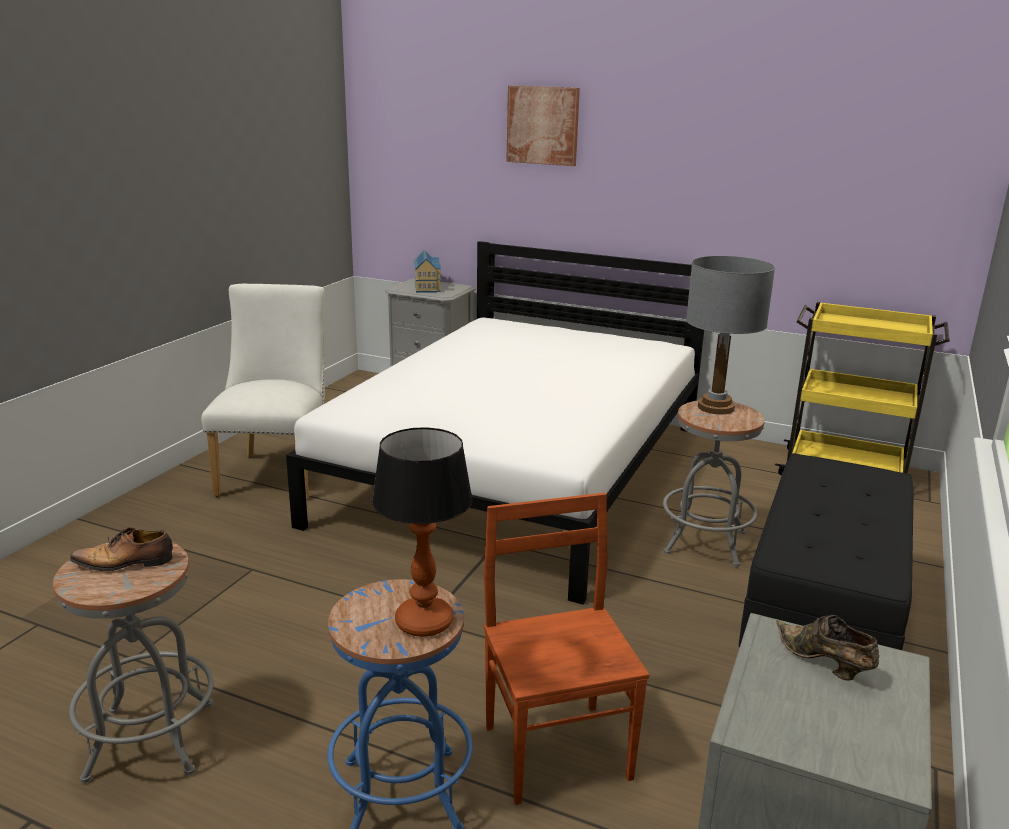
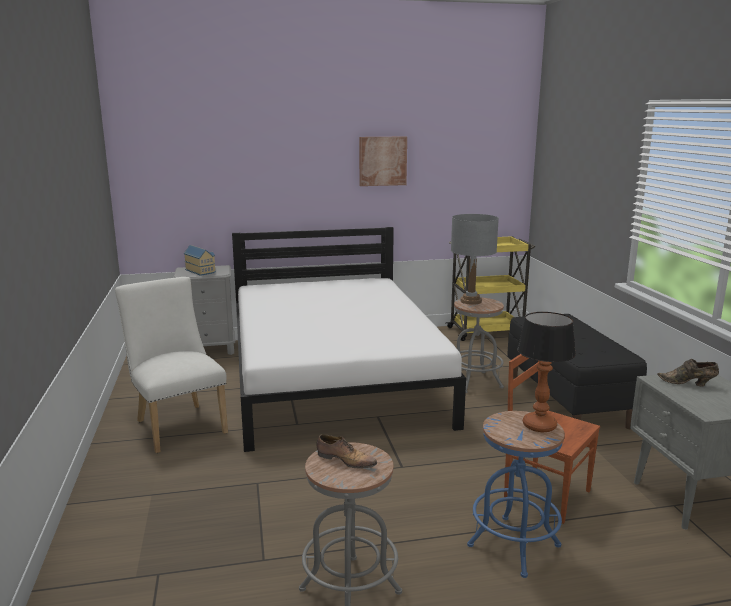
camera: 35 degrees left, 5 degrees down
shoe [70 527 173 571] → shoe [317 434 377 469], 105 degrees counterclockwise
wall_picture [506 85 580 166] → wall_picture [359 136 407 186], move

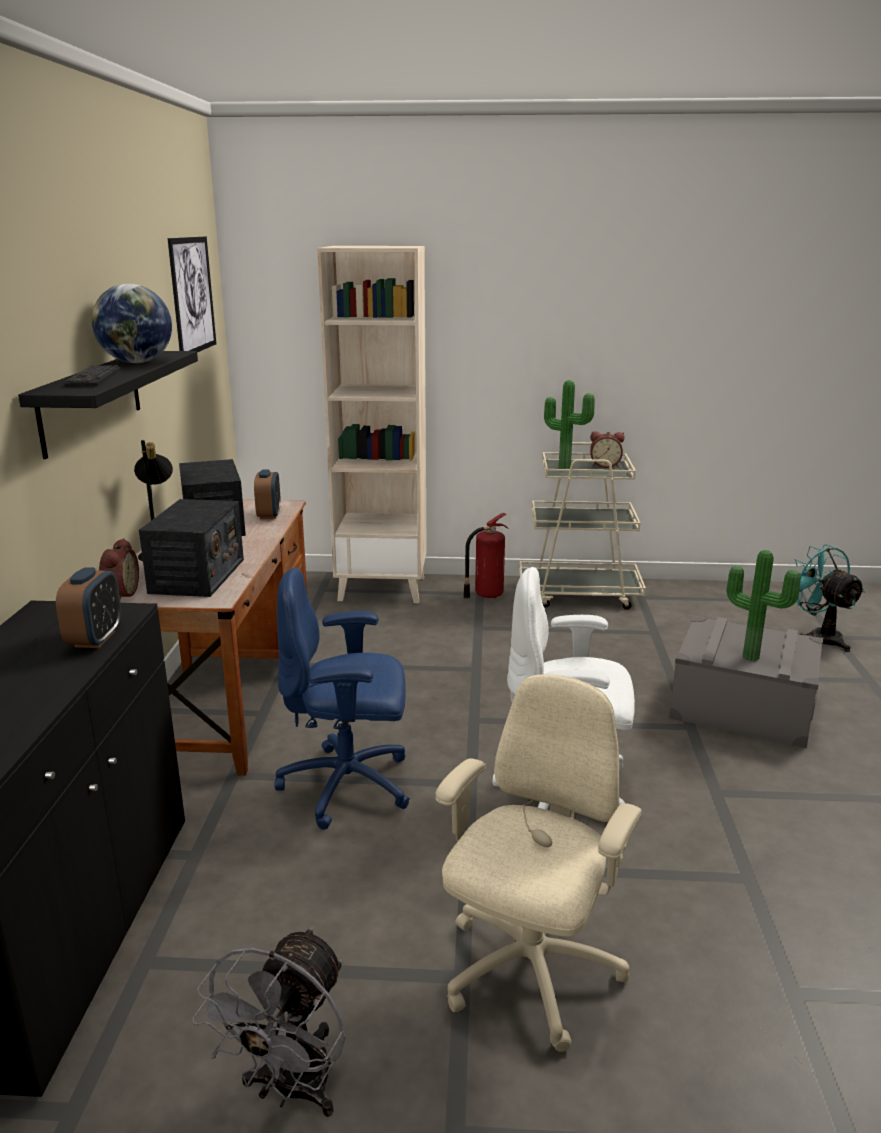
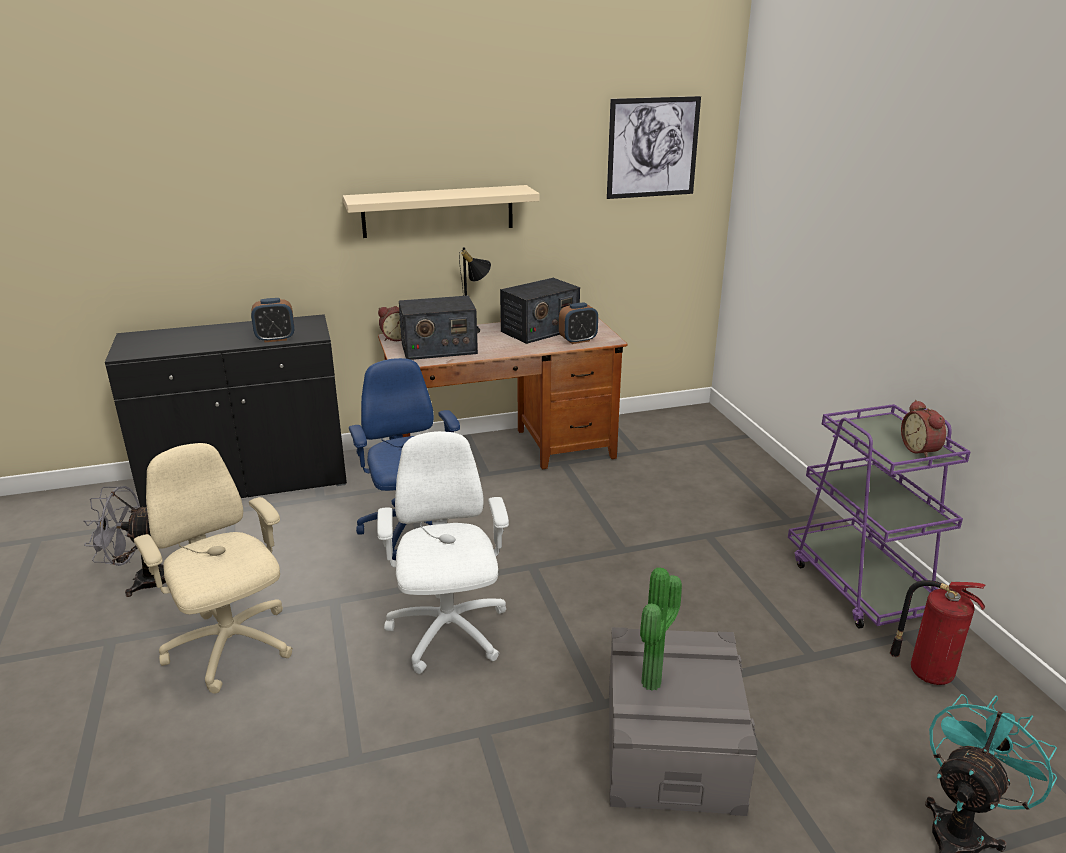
camera: 70 degrees right, 5 degrees up
black-coloured_shelf [18 351 198 459] → sand-coloured_shelf [343 185 540 238]
keyboard [63 365 121 387] → -
globe [92 284 172 363] → -
sand-coloured_shelving_unit [317 246 427 603] → -
sand-coloured_desk_chair [435 674 642 1052] → sand-coloured_desk_chair [134 443 293 694], 135 degrees counterclockwise
fire-fighting_cylinder [463 513 509 599] → fire-fighting_cylinder [890 580 985 685], move
sand-coloured_wheeled_cart [519 442 646 609] → purplish_wheeled_cart [788 404 971 629]
plant_in_a_pot [544 380 595 469] → -

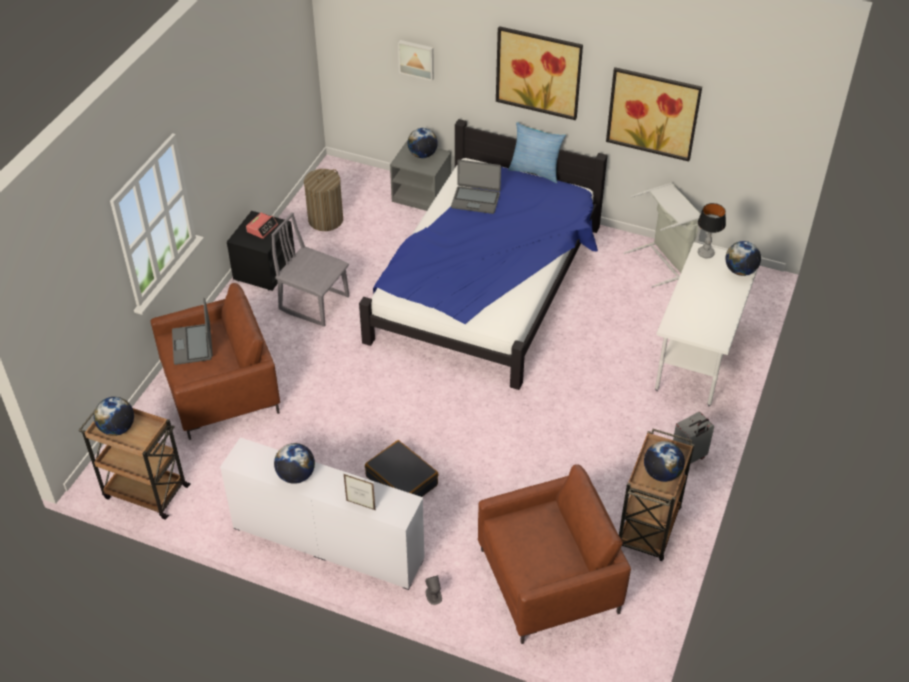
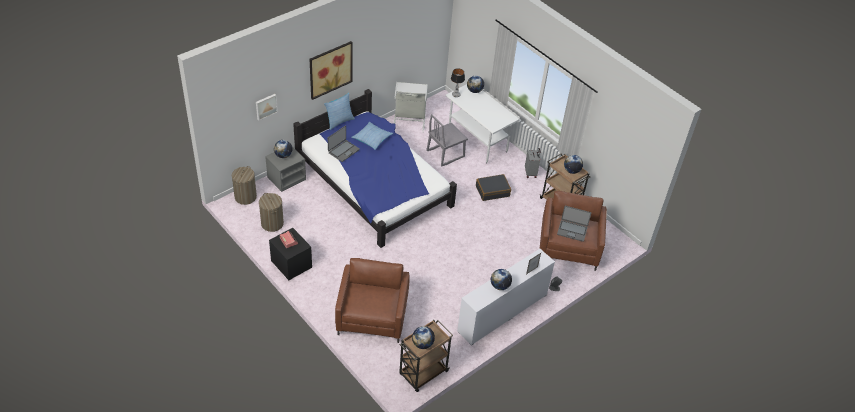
camera: 65 degrees left, 0 degrees up
notebook_computer [172 298 213 365] → notebook_computer [557 206 591 242], move
greyish_upright_chair [271 212 349 327] → greyish_upright_chair [426 114 468 166], move
black-coloured_travel_case [365 440 439 497] → black-coloured_travel_case [476 174 511 201], move
wall_picture [606 67 702 161] → -
- → washing_basket [232 166 257 205]
- → throw_pillow [351 121 393 150]

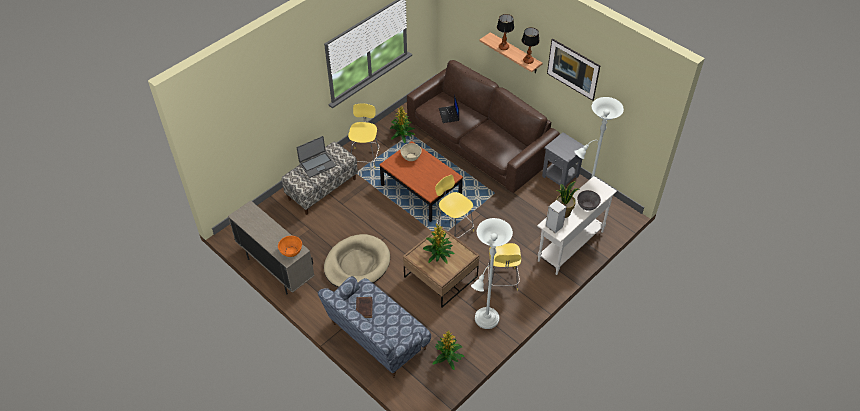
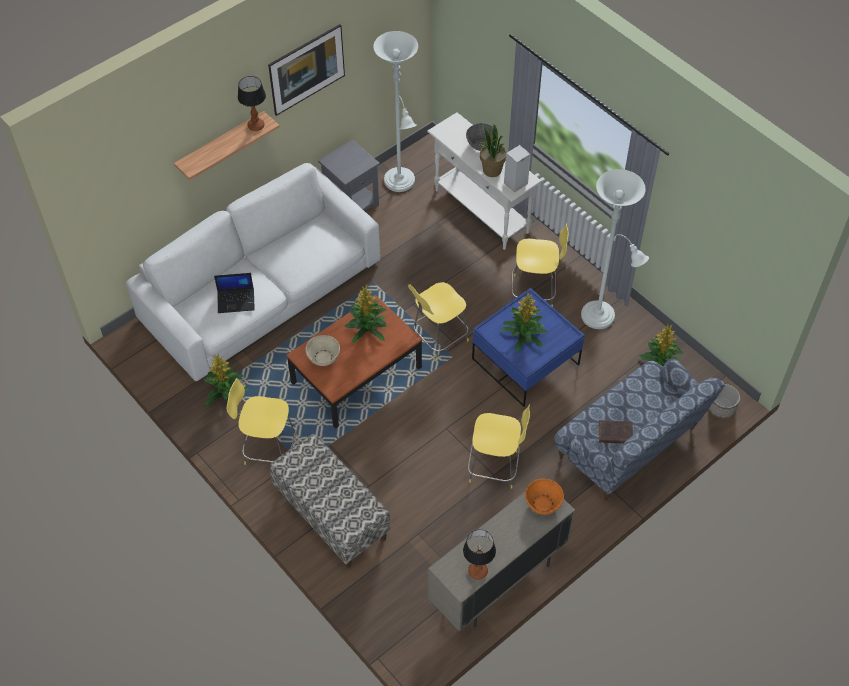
camera: 85 degrees left, 5 degrees up
notebook_computer [297 136 336 178] → -
sand-coloured_dog_cushion [324 234 390 287] → yellow_stool [468 404 530 489]
brown_lounge_table [403 227 479 308] → bluish_lounge_table [472 288 585 407]
brown_settee [407 60 560 193] → white-coloured_settee [126 163 381 381]
lamp_for_a_table [497 14 514 50] → lamp_for_a_table [463 530 496 580], move
- → plant_in_a_pot [344 285 387 343]
- → flower_pot [709 384 740 419]

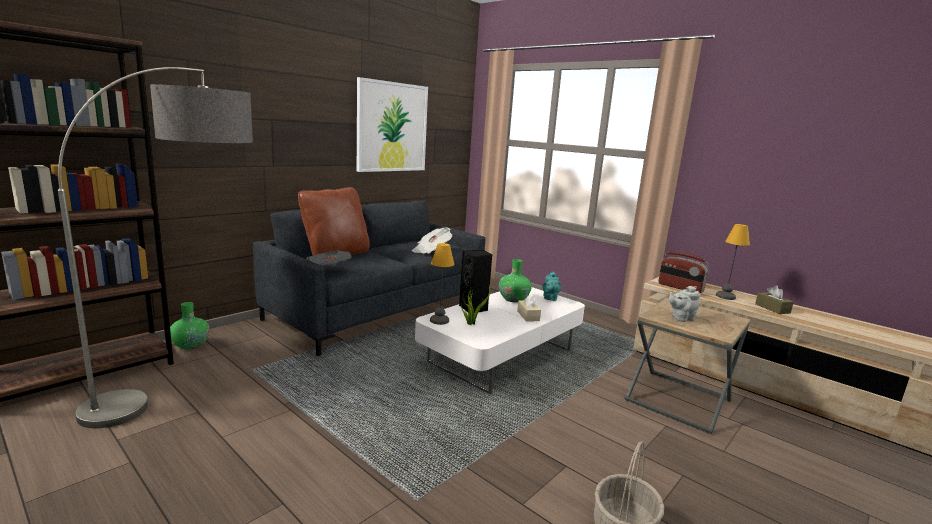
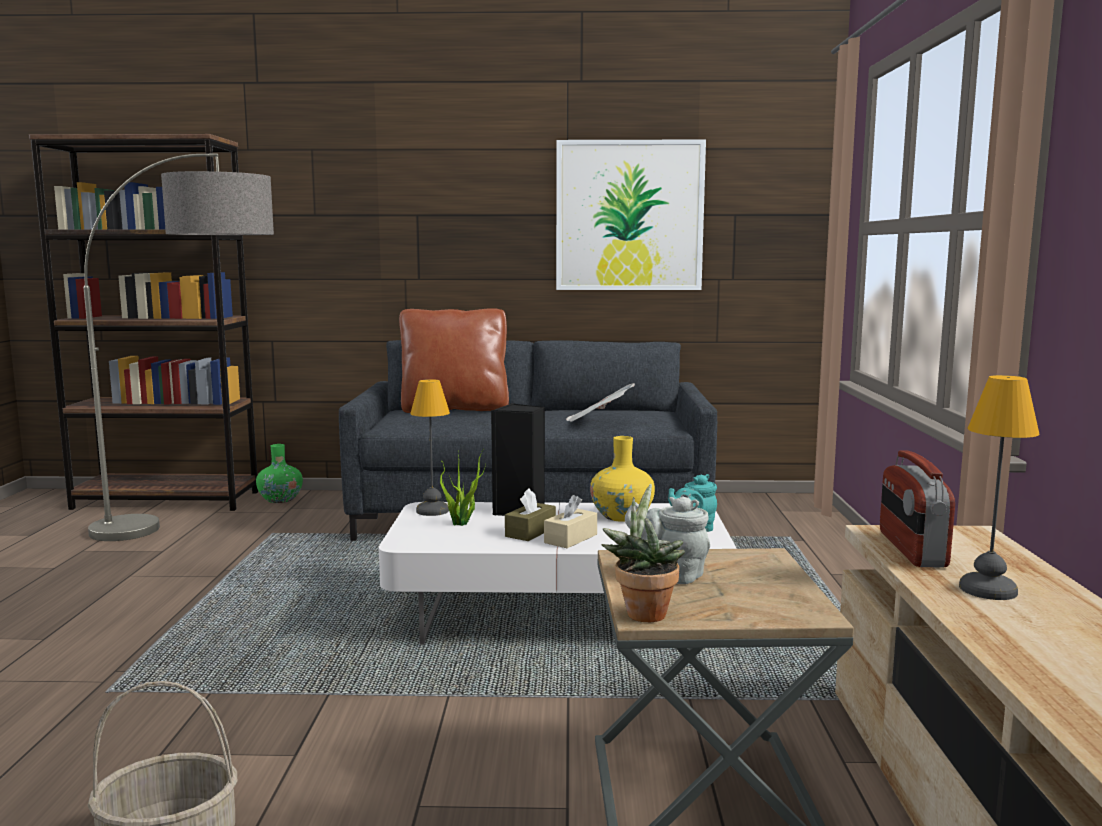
camera: 50 degrees right, 5 degrees down
daily_paper [306 251 352 265] → -
green-coloured_vase [499 259 532 303] → yellow_vase [590 436 655 522]
brown_tissue_holder [755 286 794 314] → brown_tissue_holder [505 488 556 541], move
- → plant_in_a_pot [602 484 685 623]

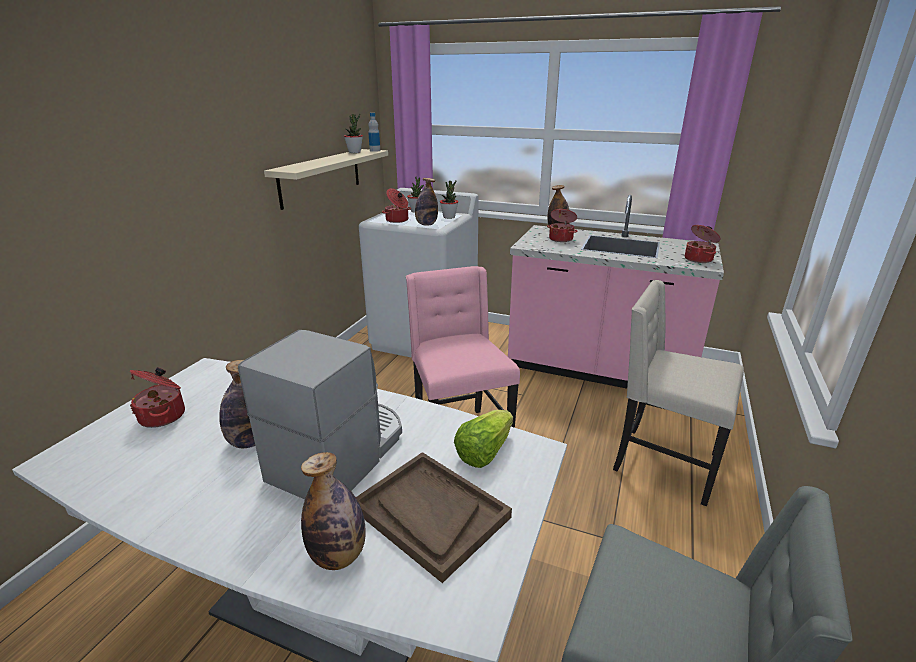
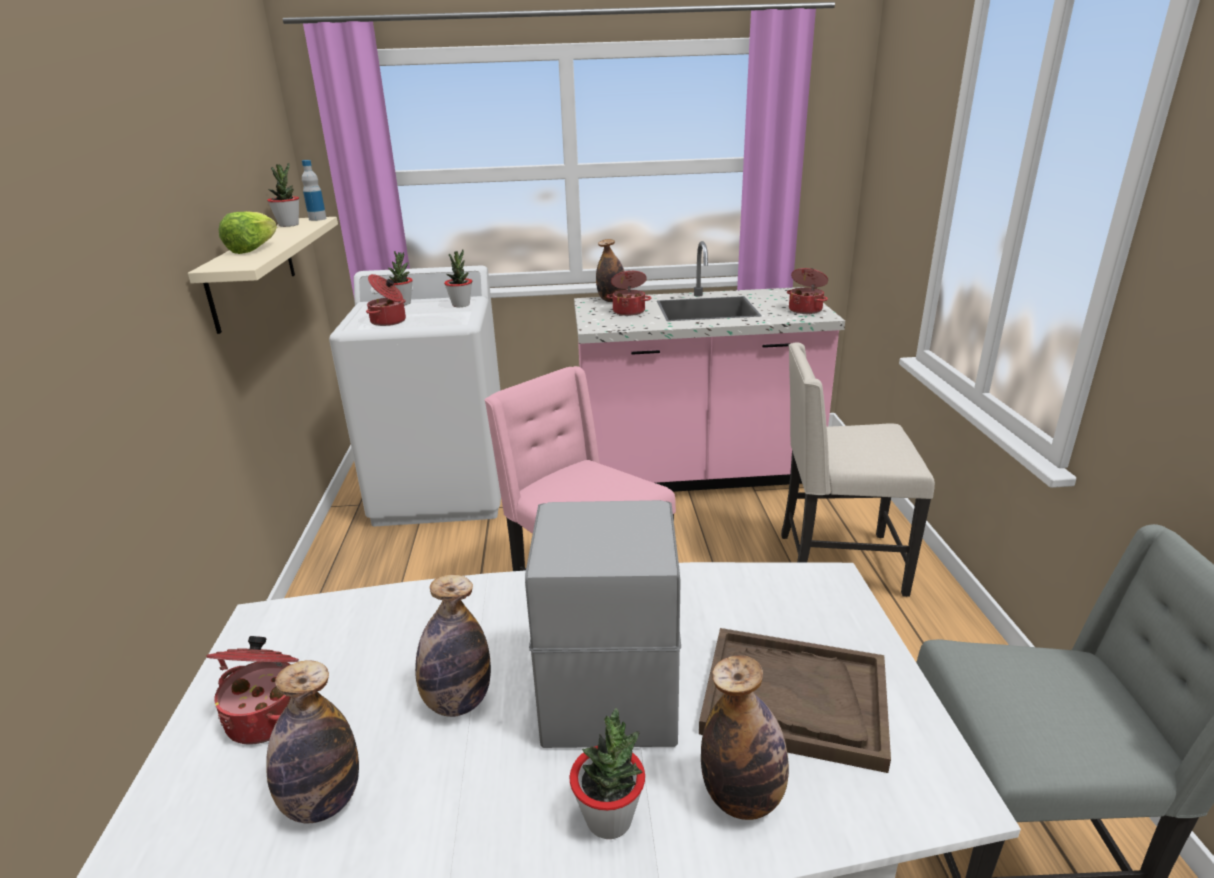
camera: 25 degrees left, 0 degrees up
bottle [415 178 438 226] → bottle [266 660 359 823], move
head_of_lettuce [454 410 513 468] → head_of_lettuce [219 211 277 254], move
- → plant_in_a_pot [570 708 645 839]

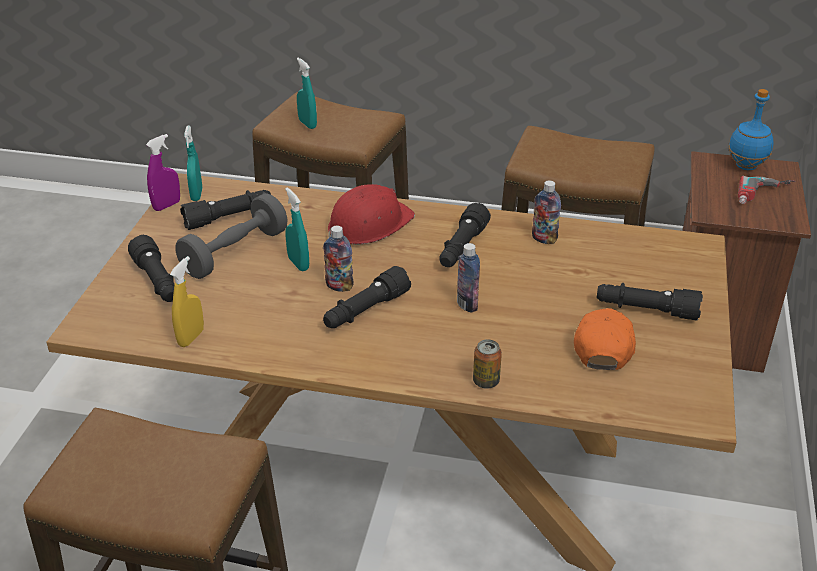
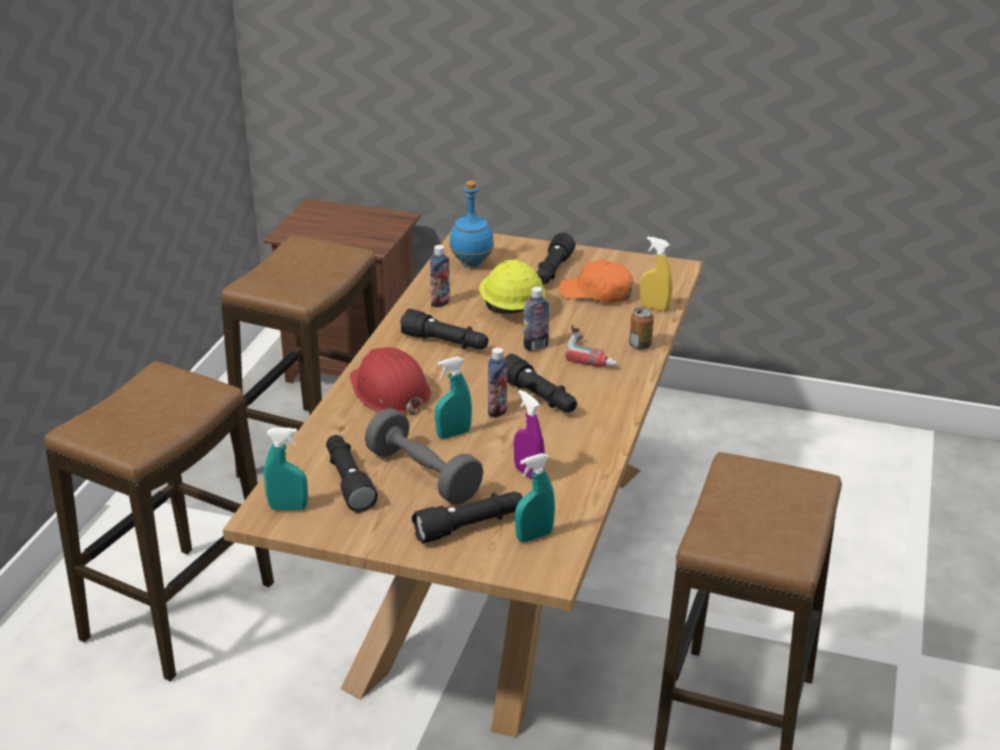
camera: 85 degrees left, 5 degrees down
purplish_sprayer [146 134 180 211] → purplish_sprayer [514 390 545 480], move
yellow_sprayer [170 256 204 347] → yellow_sprayer [640 237 672 312], move
blue-green_sprayer [297 58 317 129] → blue-green_sprayer [515 453 555 542], move
bluish_bottle [729 89 773 170] → bluish_bottle [449 181 494 268], move
electric_drill [738 176 795 204] → electric_drill [565 325 618 367], move
- → yellow_safety_helmet [479 260 546 313]

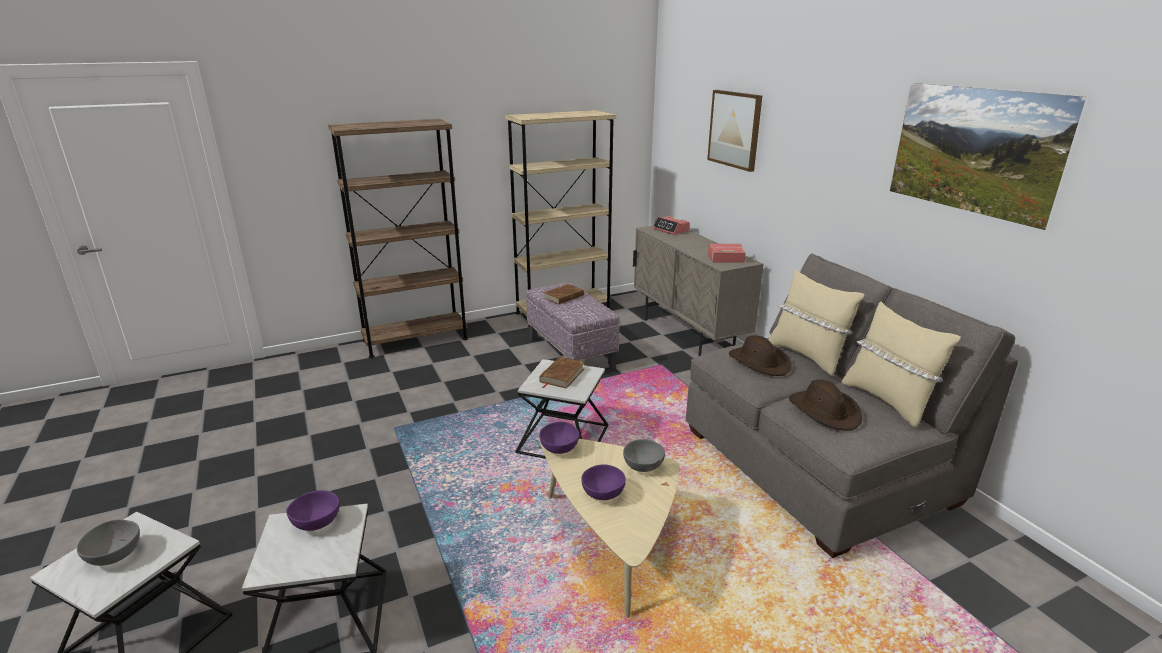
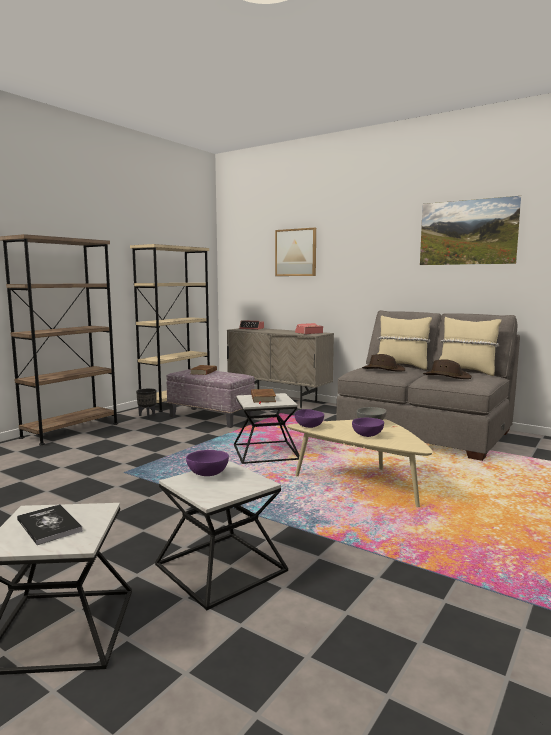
camera: 30 degrees left, 15 degrees down
greyish_deep_dish [77 519 140 566] → bound_book [17 504 82 545]
- → black-coloured_flower_pot [136 389 156 418]

